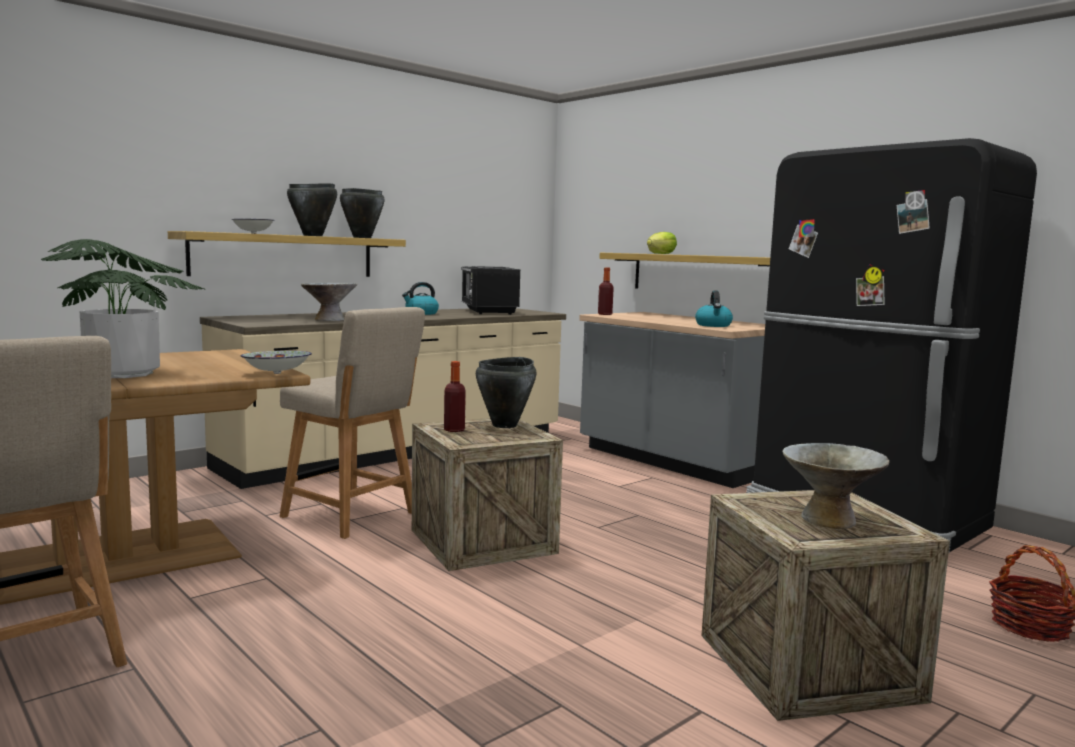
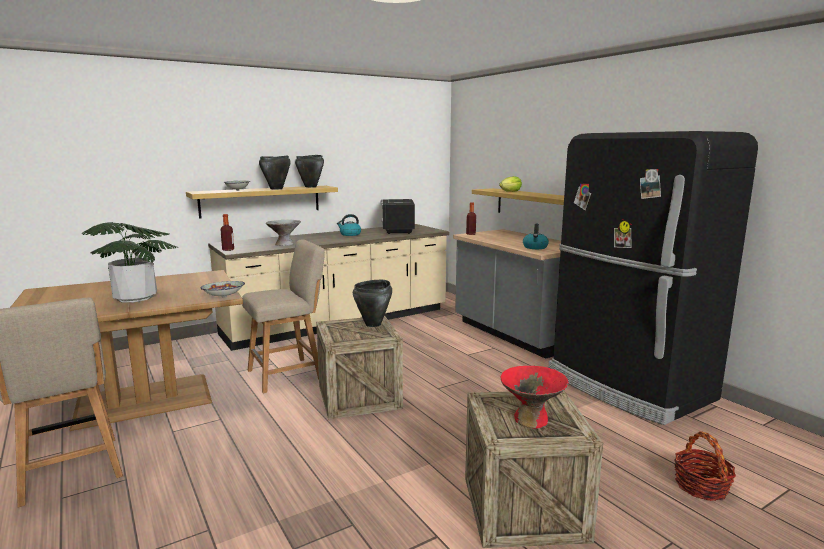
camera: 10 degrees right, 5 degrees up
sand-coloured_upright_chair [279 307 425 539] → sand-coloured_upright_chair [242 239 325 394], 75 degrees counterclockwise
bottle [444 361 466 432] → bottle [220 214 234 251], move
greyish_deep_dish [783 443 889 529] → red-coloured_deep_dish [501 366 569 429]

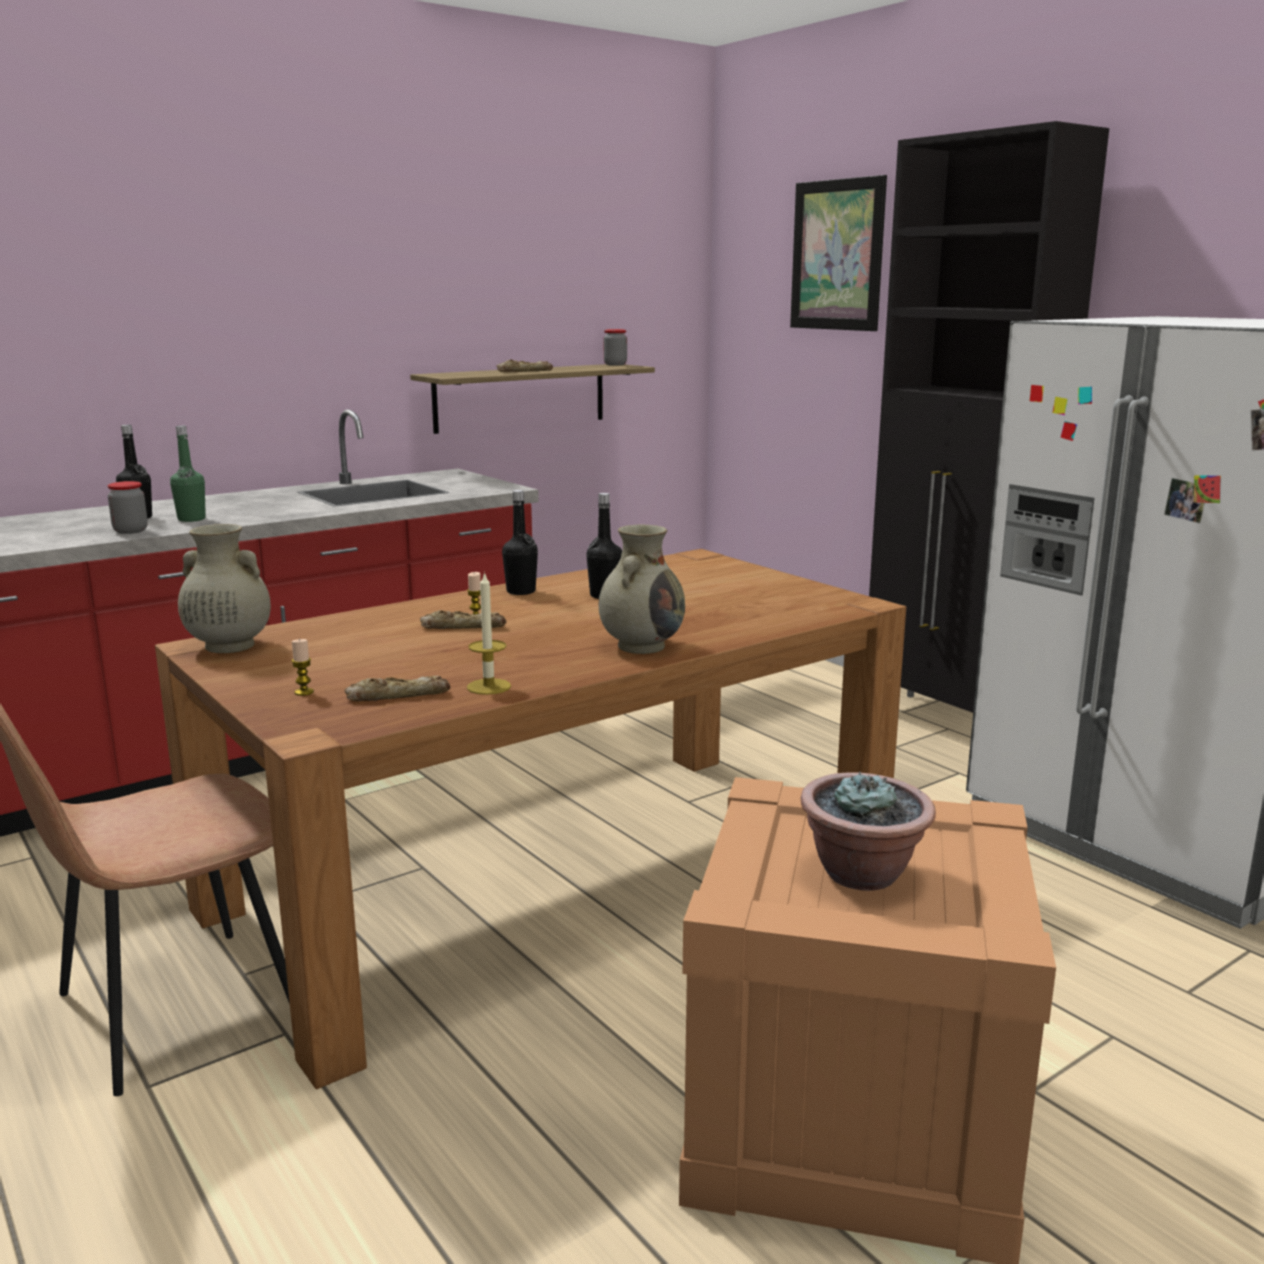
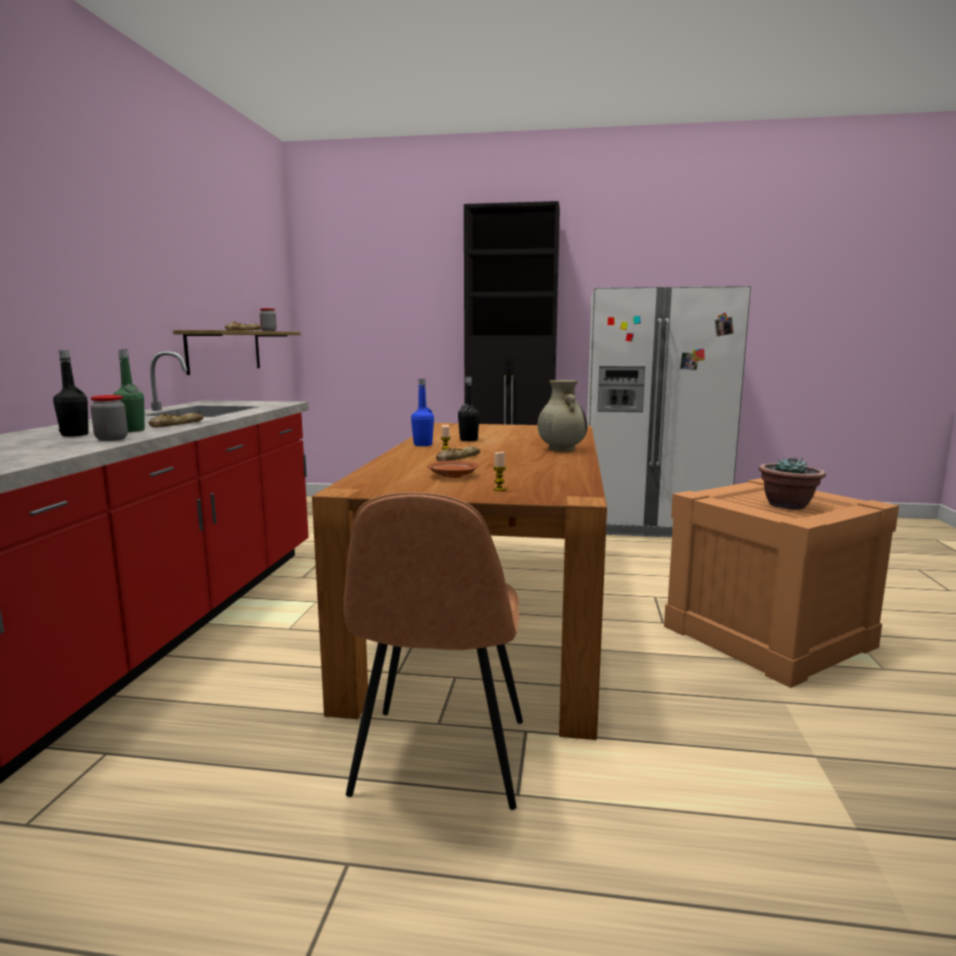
camera: 45 degrees left, 5 degrees down
sand-coloured_vase [178 524 271 653] → -
bakery_bread [344 676 450 702] → bakery_bread [149 413 203 427], move
candle [467 571 511 695] → -
black-coloured_bottle [502 490 538 595] → bluish_bottle [411 379 434 446]
wall_picture [790 175 887 331] → -
- → brown_dinner_plate [428 460 478 478]

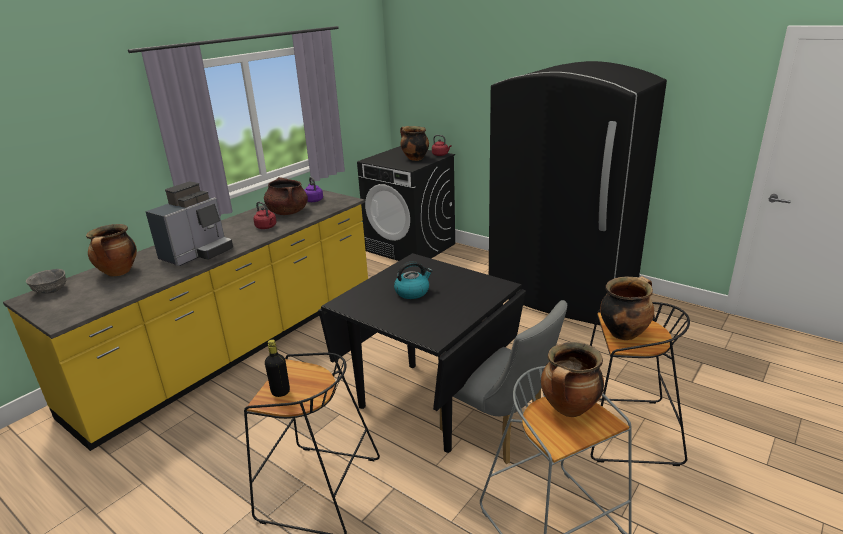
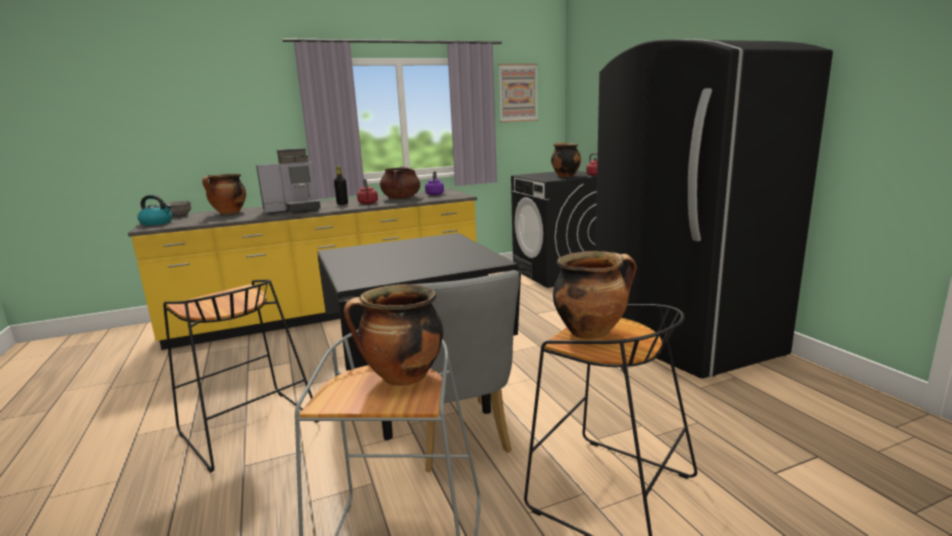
camera: 30 degrees right, 10 degrees down
black-coloured_bottle [265 340 290 397] → black-coloured_bottle [334 166 348 205], move
kettle [394 261 433 299] → kettle [138 195 172 226], move
- → wall_picture [499 64 538 122]

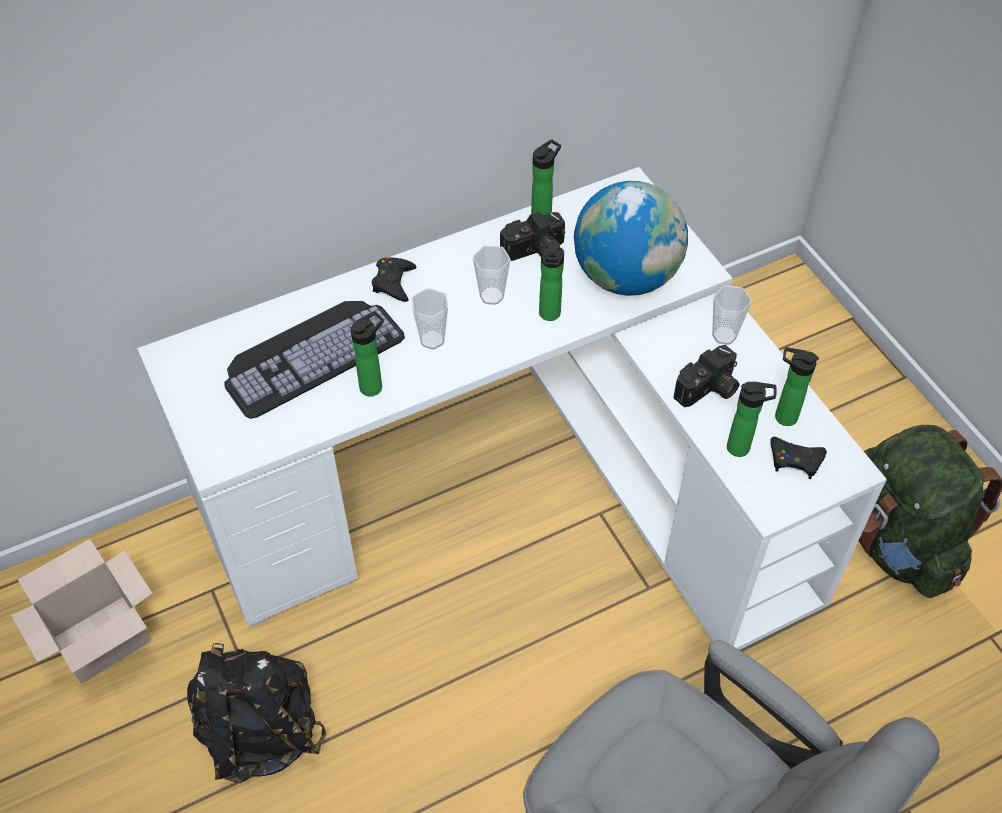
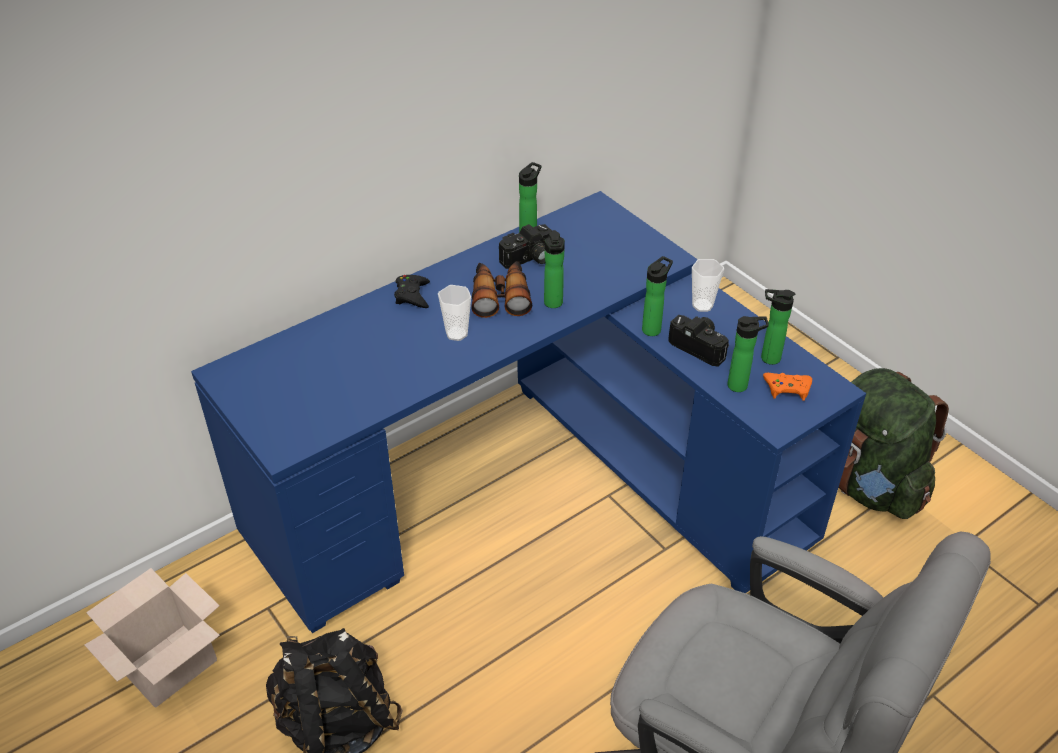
camera: 10 degrees left, 10 degrees down
white-coloured_desk_table [137 167 887 650] → bluish_desk_table [191 191 866 633]
keyboard [224 301 405 419] → -
bottle [351 311 384 396] → bottle [642 256 673 336], move
small_cup [473 245 510 305] → binoculars [471 261 532 318]
globe [574 181 688 296] → -
photo_camera [674 345 740 407] → photo_camera [668 315 729 367], 90 degrees counterclockwise
black-coloured_joypad [770 437 827 479] → orangey_joypad [763 373 812 401]

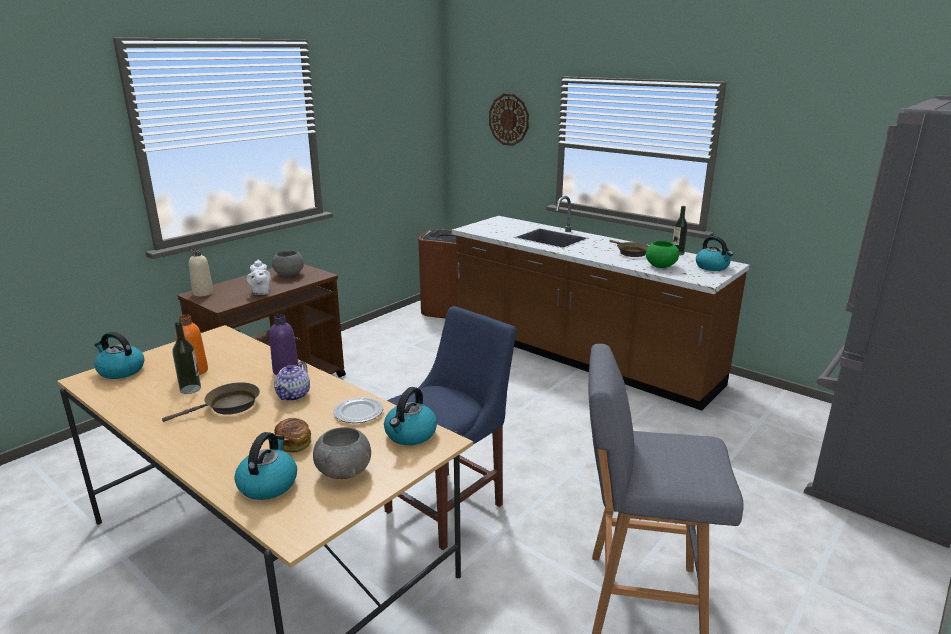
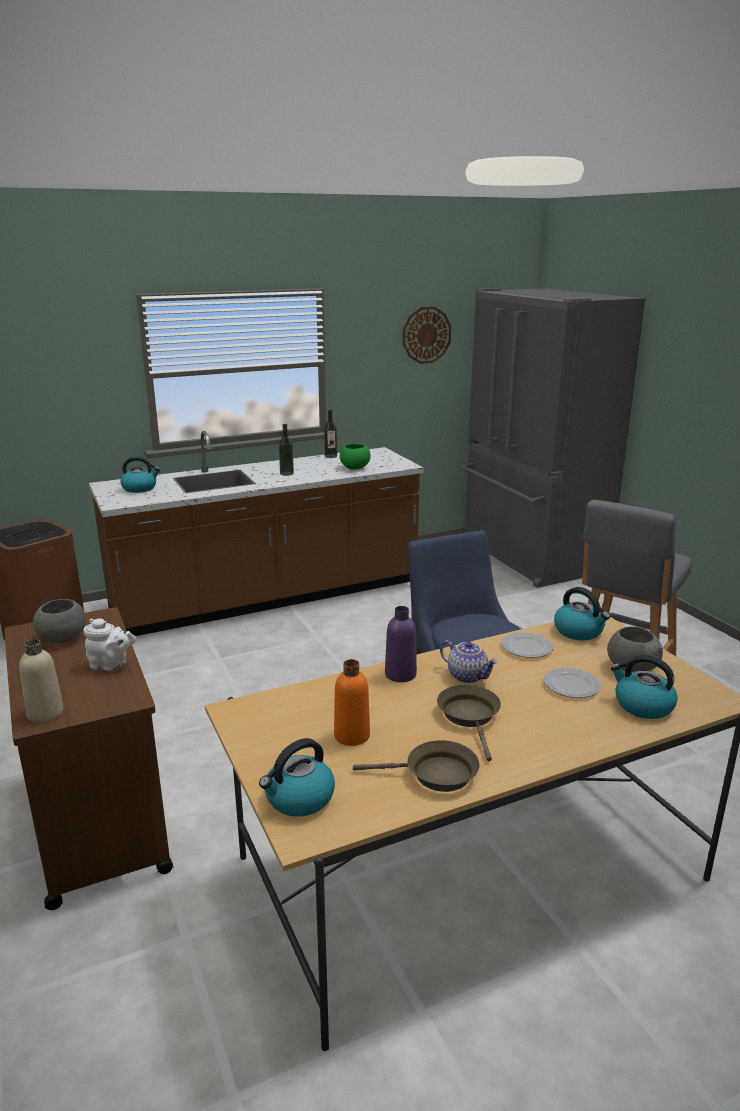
camera: 65 degrees left, 0 degrees up
bottle [172 322 201 394] → bottle [279 424 294 476], move
bakery_bread [274 418 312 453] → dinner_plate [544 668 601 698]
hanging_clock [489 94 529 146] → hanging_clock [403 306 451 364], move
brown_skillet [610 240 649 257] → brown_skillet [353 740 480 792], move
kettle [696 236 733 271] → kettle [120 456 160 493], move

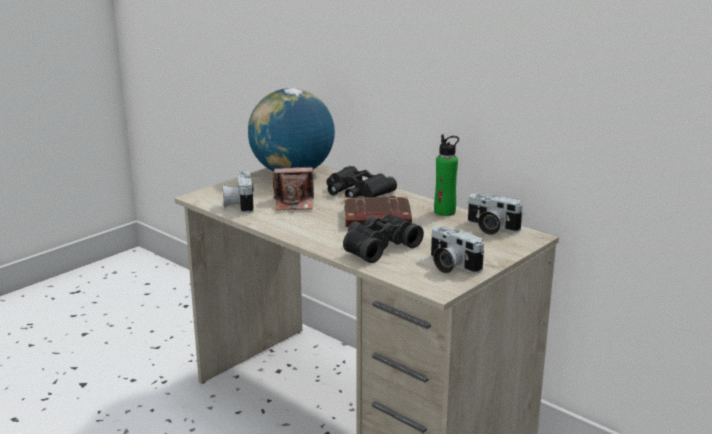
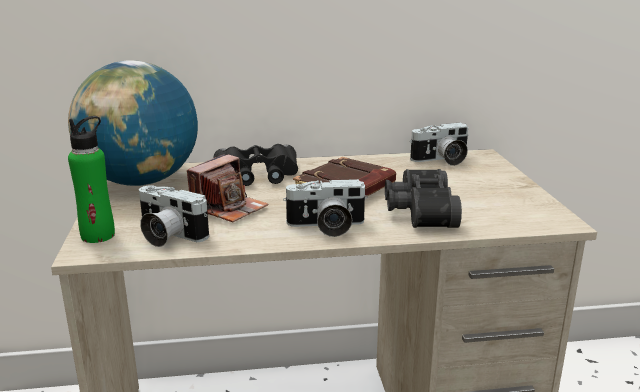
camera: 50 degrees left, 0 degrees up
photo_camera [431 226 484 274] → photo_camera [283 179 368 237], move
green-coloured_bottle [434 135 459 216] → green-coloured_bottle [68 116 115 243], move

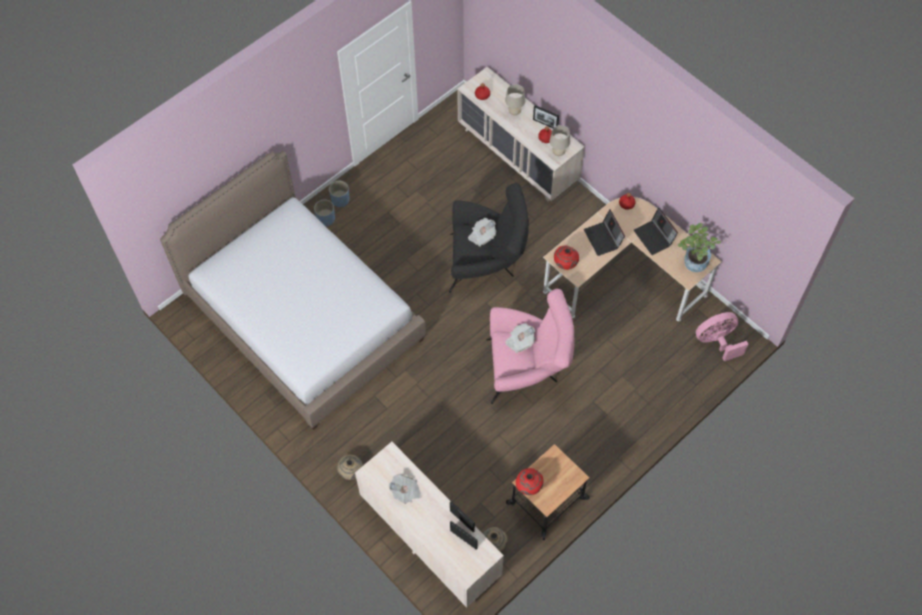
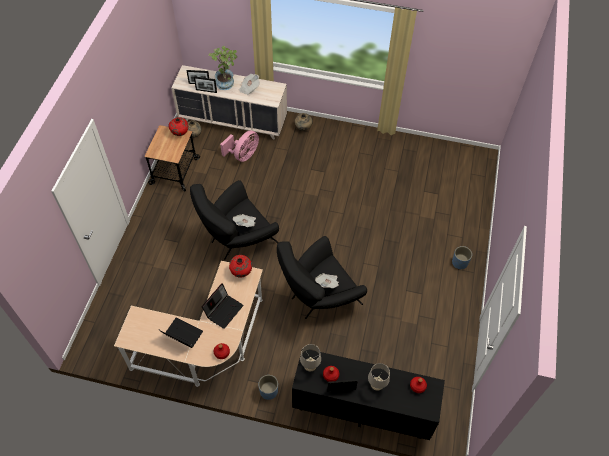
camera: 145 degrees right, 5 degrees down
bedroom_bed [160 151 426 430] → -
bluish_flower_pot [329 181 350 207] → bluish_flower_pot [258 375 278 400], move
sand-coloured_drawer_chest [457 67 585 202] → black-coloured_drawer_chest [292 348 445 440]
pinkish_easy_chair [487 289 575 404] → black-coloured_easy_chair [190 180 279 259]
notebook_computer [584 209 625 256] → notebook_computer [202 283 244 329], 90 degrees clockwise
plant_in_a_pot [678 223 721 272] → plant_in_a_pot [208 46 237 90], move
pinkish_electric_fan [696 312 748 361] → pinkish_electric_fan [220 131 259 162], move

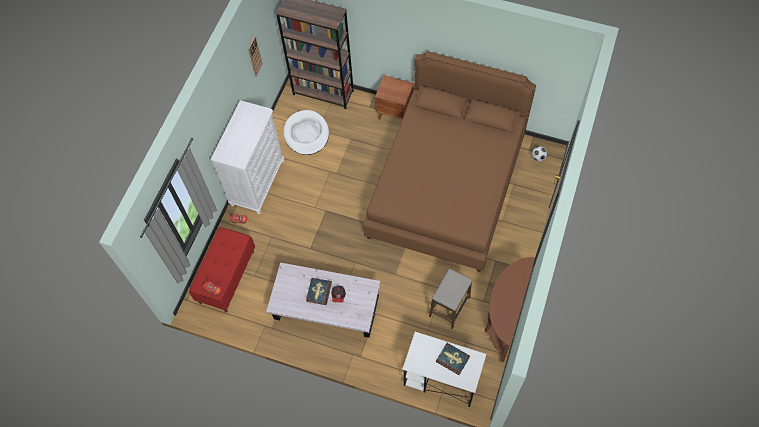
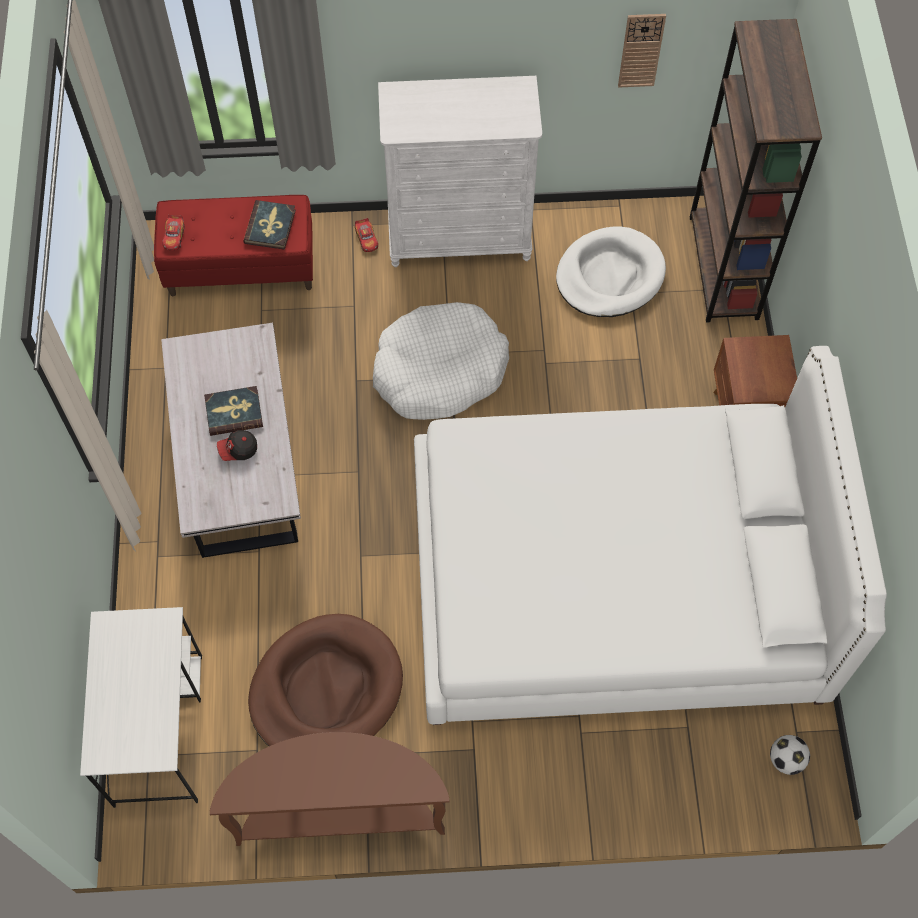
camera: 65 degrees right, 0 degrees up
brown_bedroom_bed [363 51 536 272] → white-coloured_bedroom_bed [414 346 887 725]
stool [429 269 472 329] → brown_dog_cushion [248 614 403 746]
bound_book [436 343 470 375] → bound_book [243 200 296 250], move
- → white-coloured_dog_cushion [373 302 509 420]

